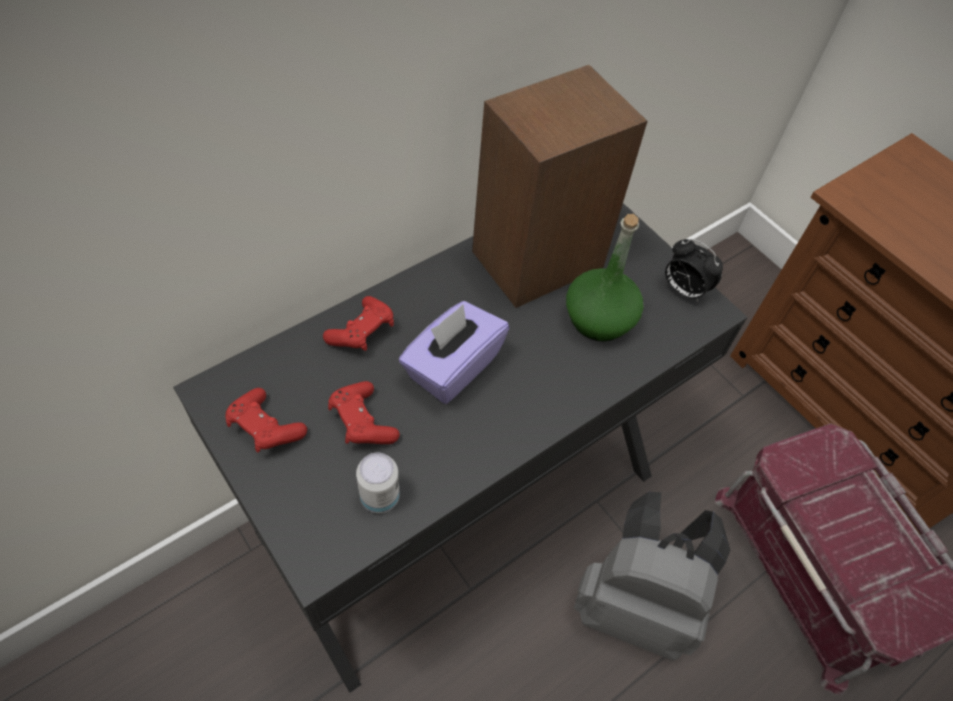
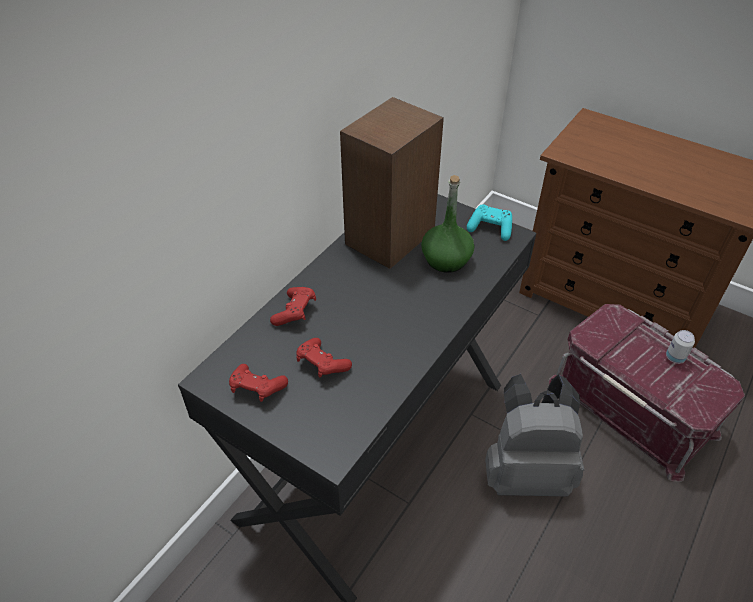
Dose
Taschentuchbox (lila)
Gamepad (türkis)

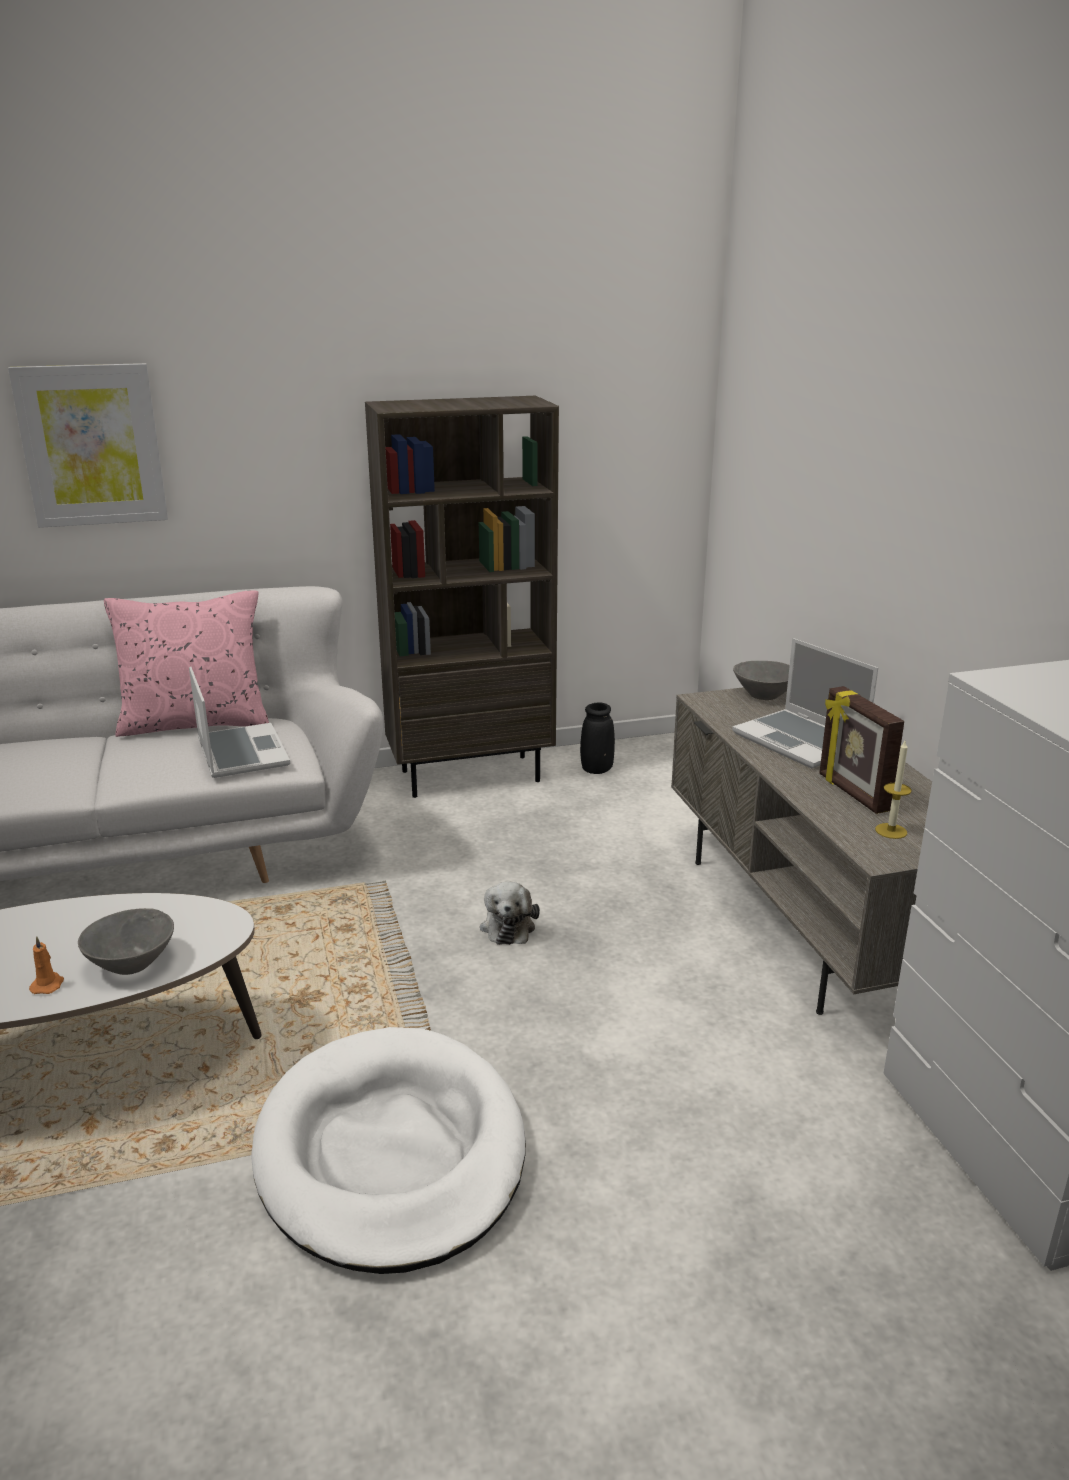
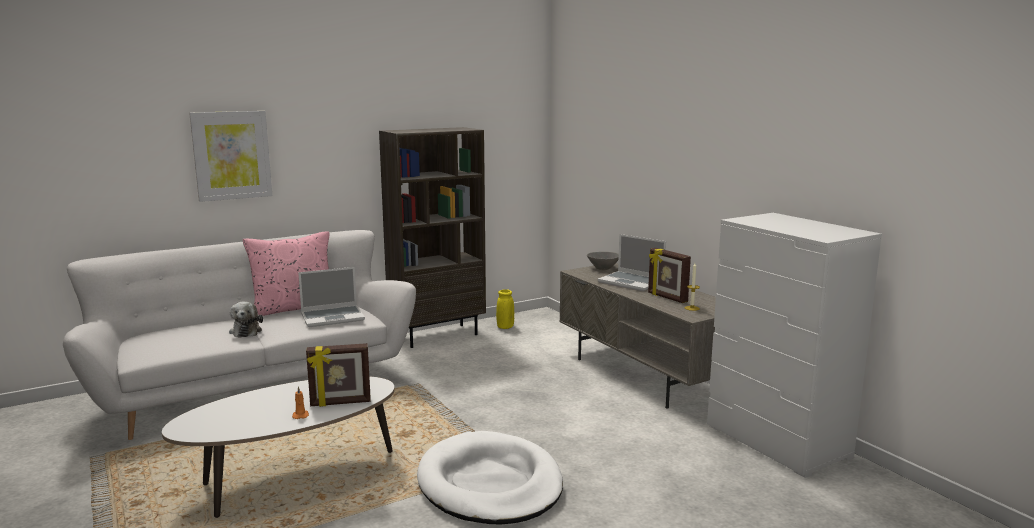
Bilderrahmen (no. 1 from left)
Laptop (no. 1 from left)
Plüschtier
Vase (gelb)

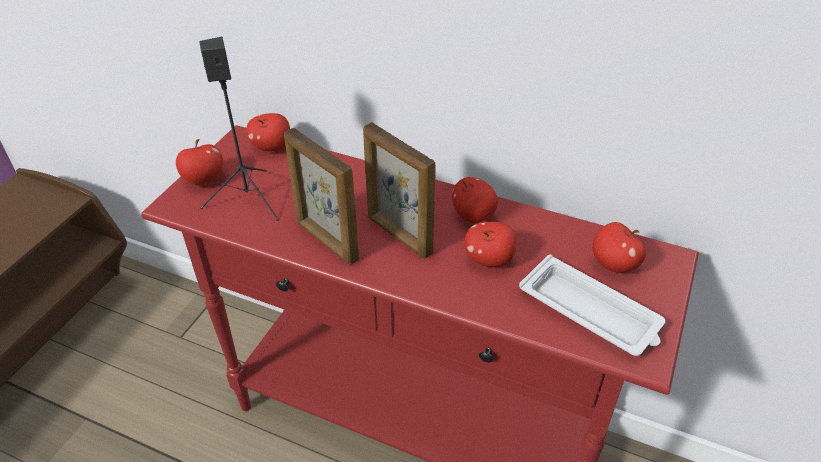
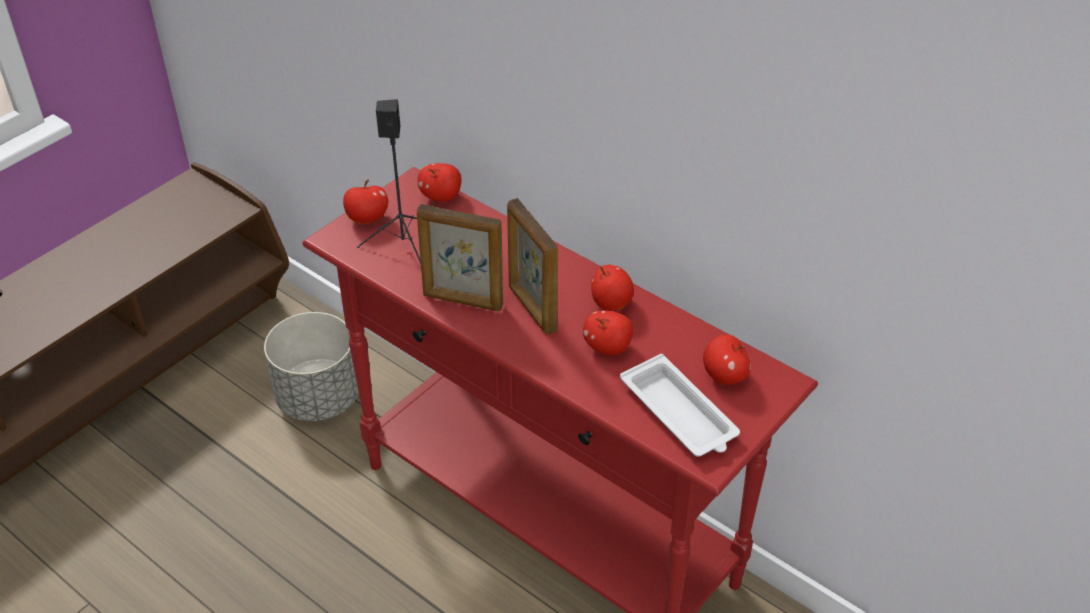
Bilderrahmen (no. 1 from left)
Pflanzkübel (grau)

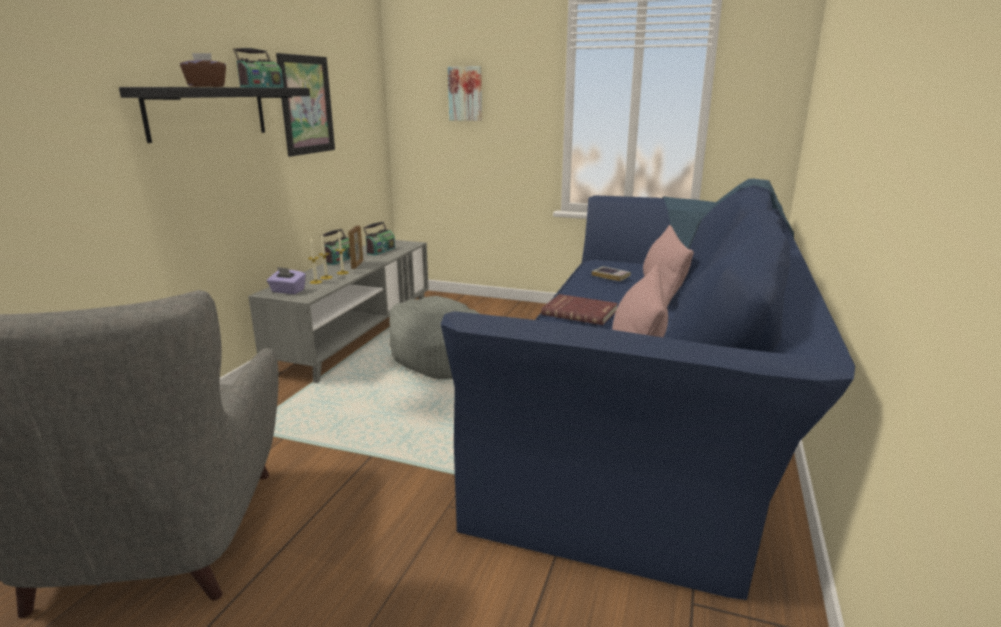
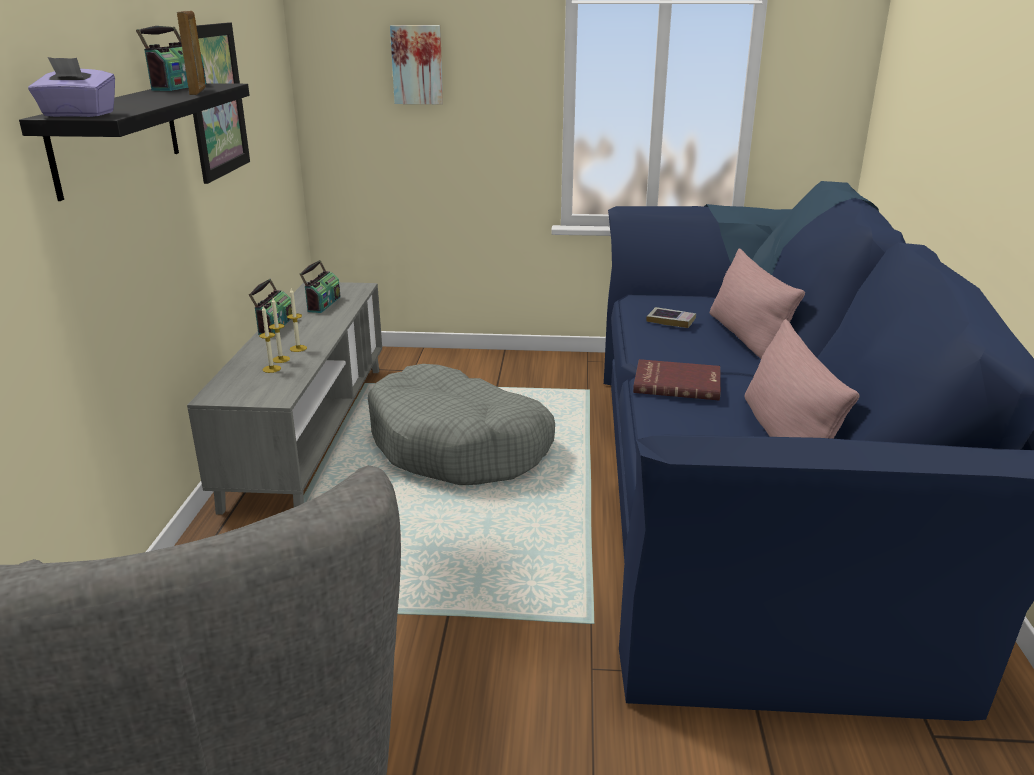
Taschentuchbox (braun)
Taschentuchbox (lila)
Bilderrahmen

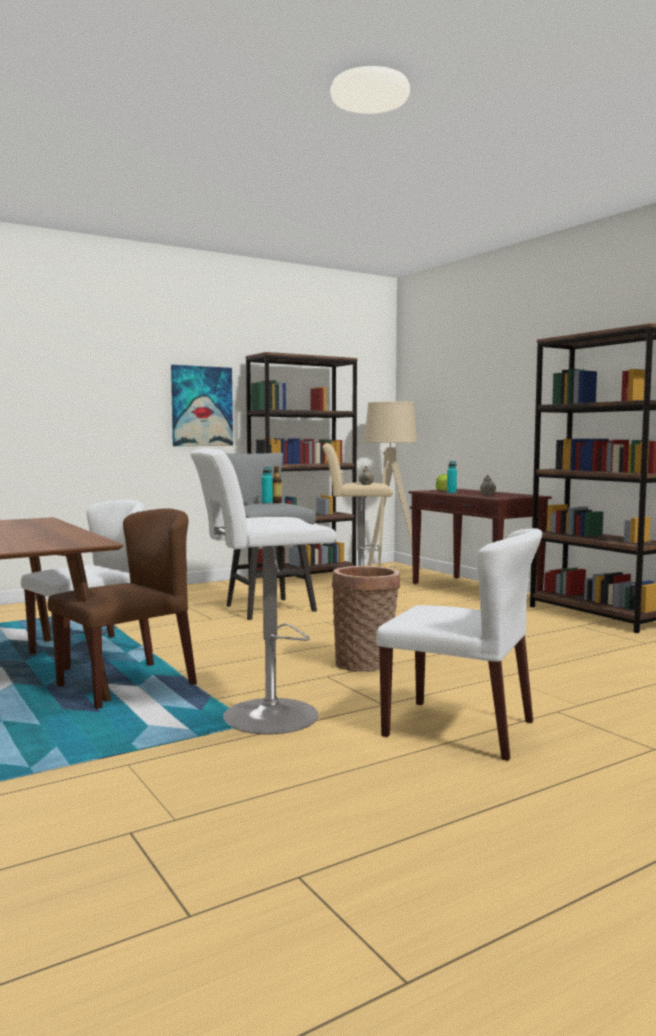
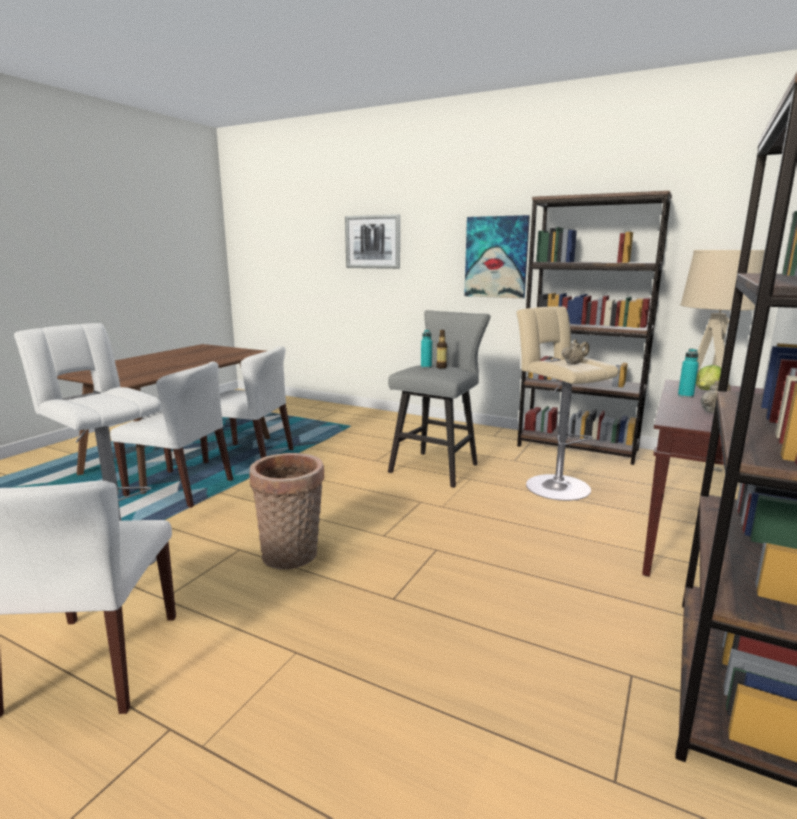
Stuhl (weiß) (no. 2 from left)
Bild (no. 1 from left)

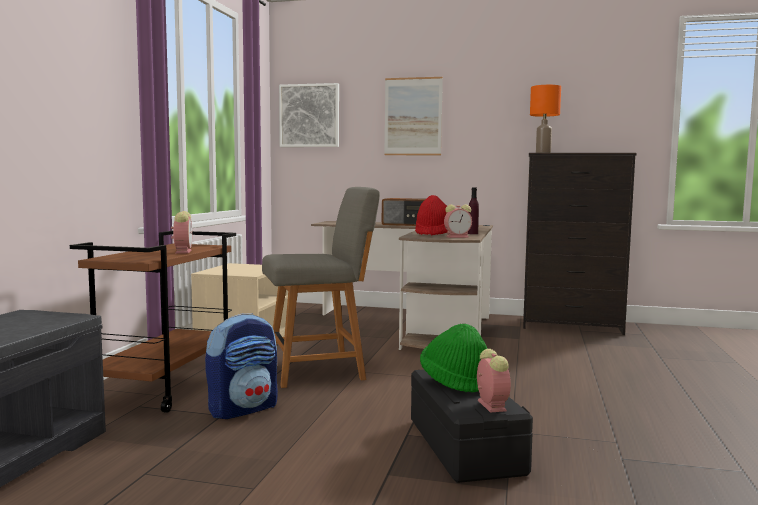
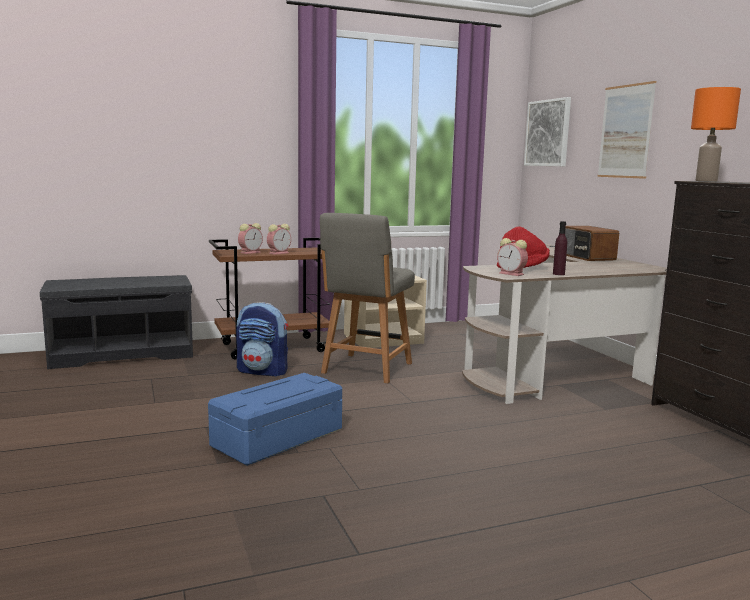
Stuhl (grau)
Aufbewahrungsbox (blau)
Hut (grün)
Wecker (no. 1 from left)

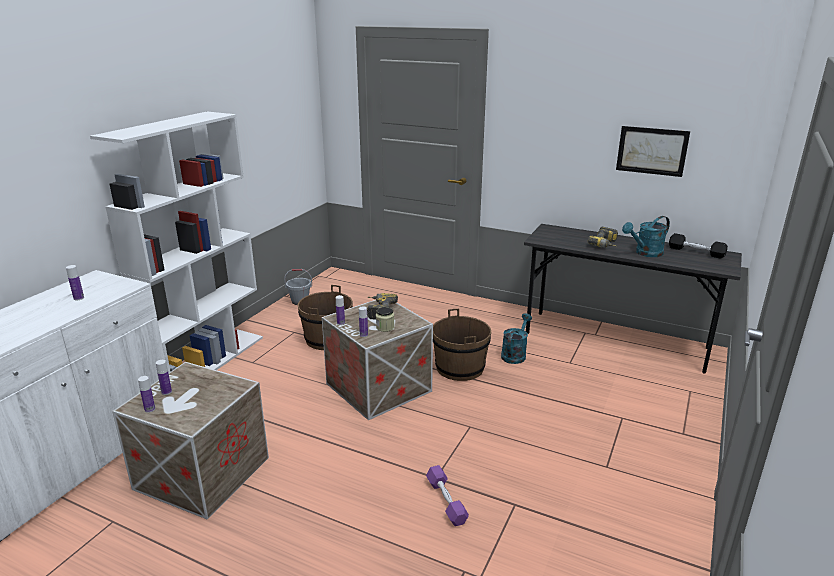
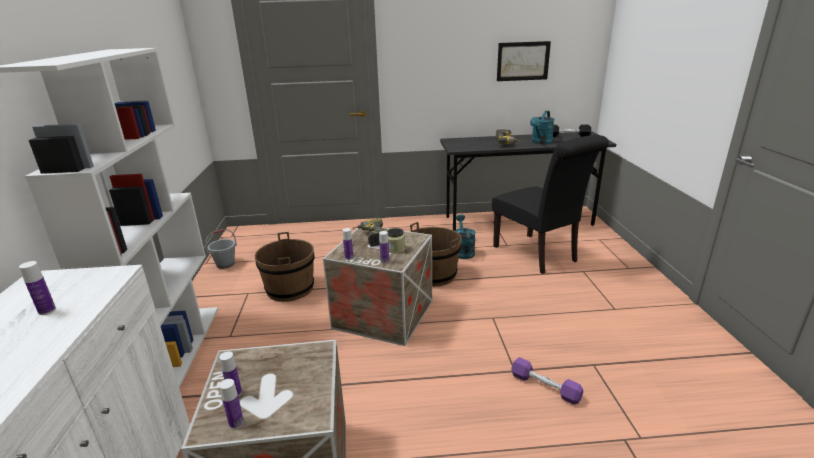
Stuhl (schwarz)

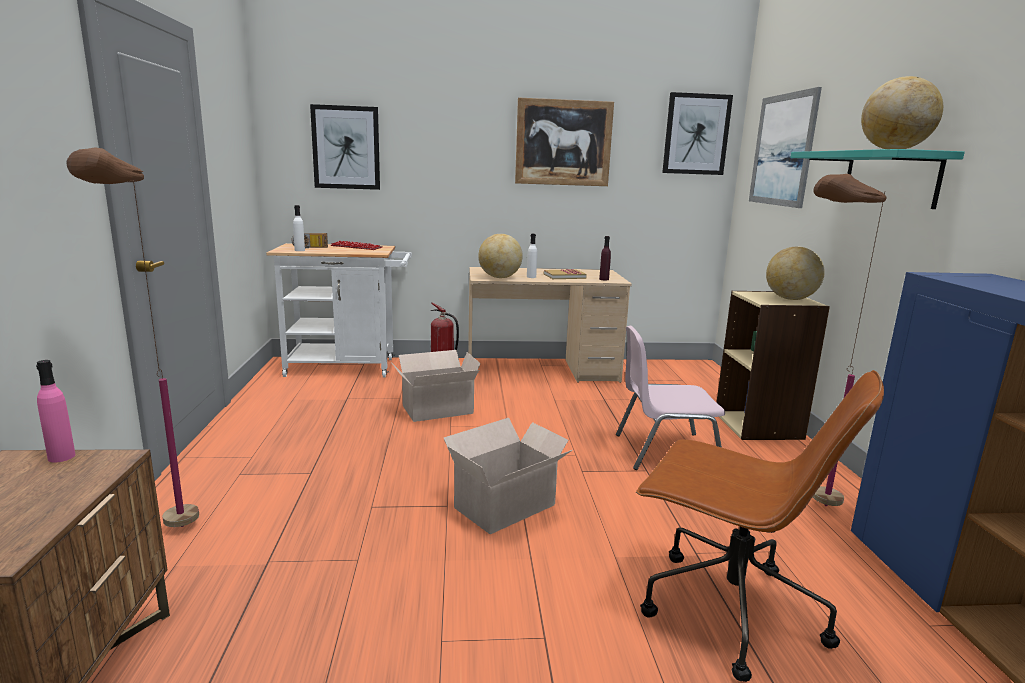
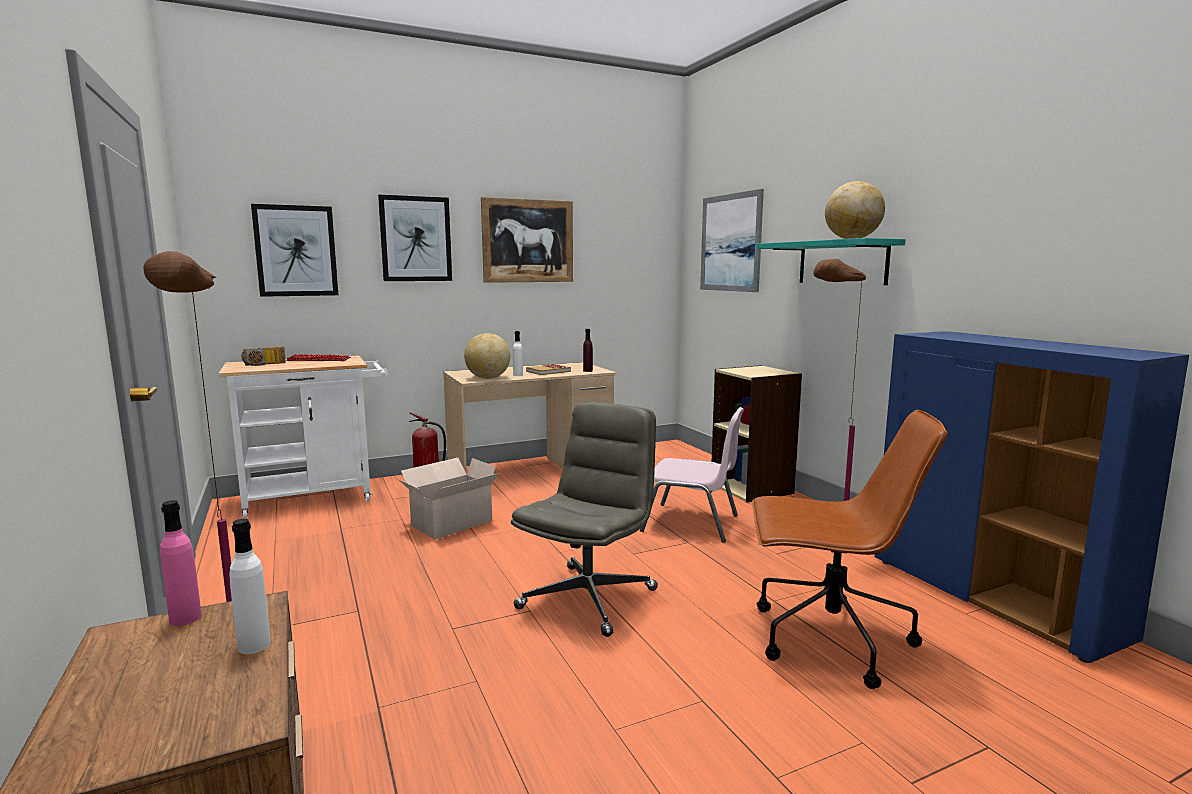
Flasche (weiß) (no. 1 from left)
Bürostuhl (grau)
Stuhl (rosa)
Bild (no. 2 from left)
Globus (no. 2 from left in the first image)

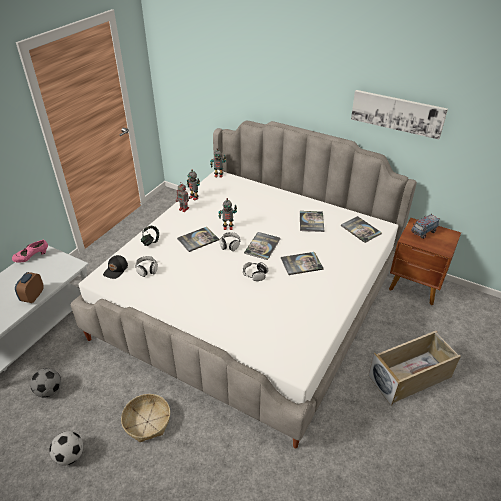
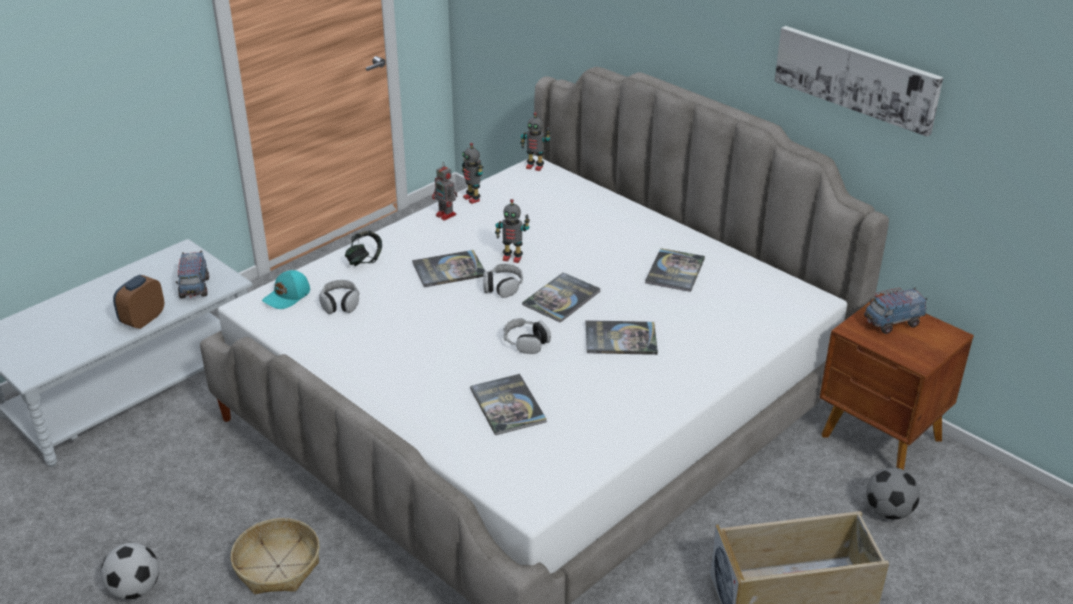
Schuh (rosa)
Fußball (no. 2 from left)
Kappe (türkis)
Buch (no. 2 from left)
Spielzeuglaster (no. 1 from left)

